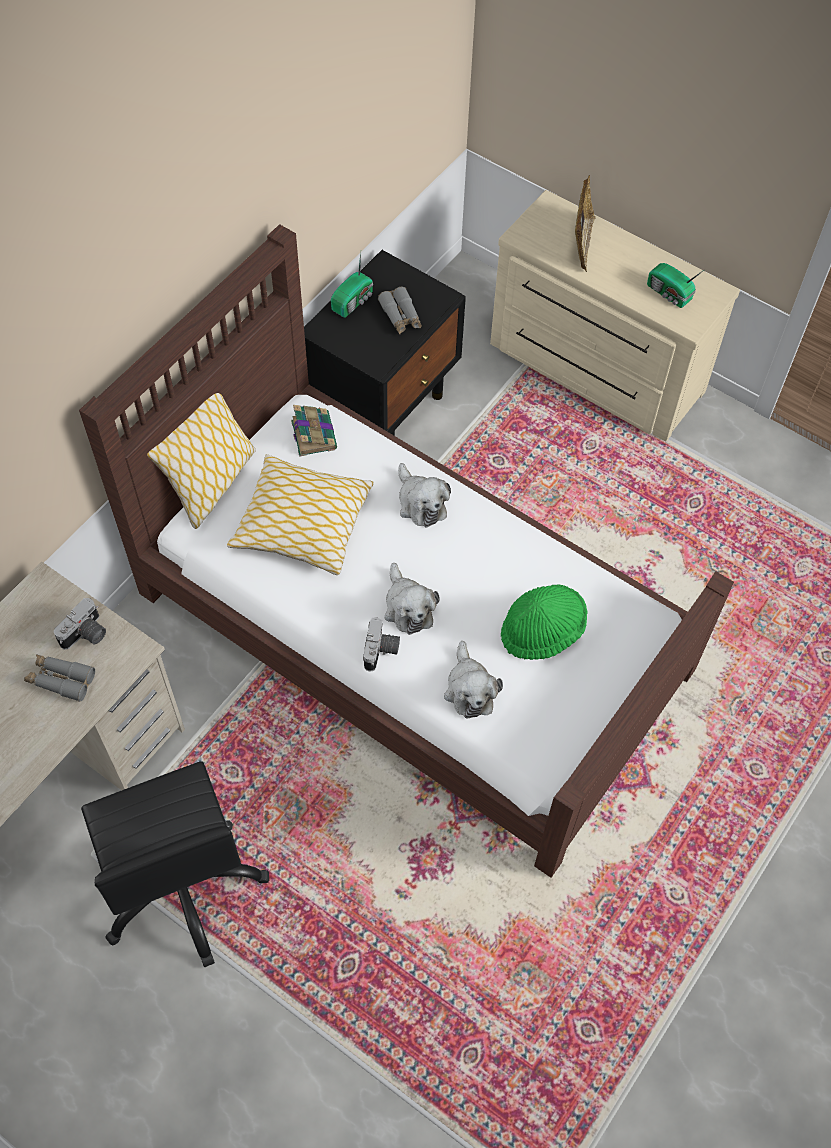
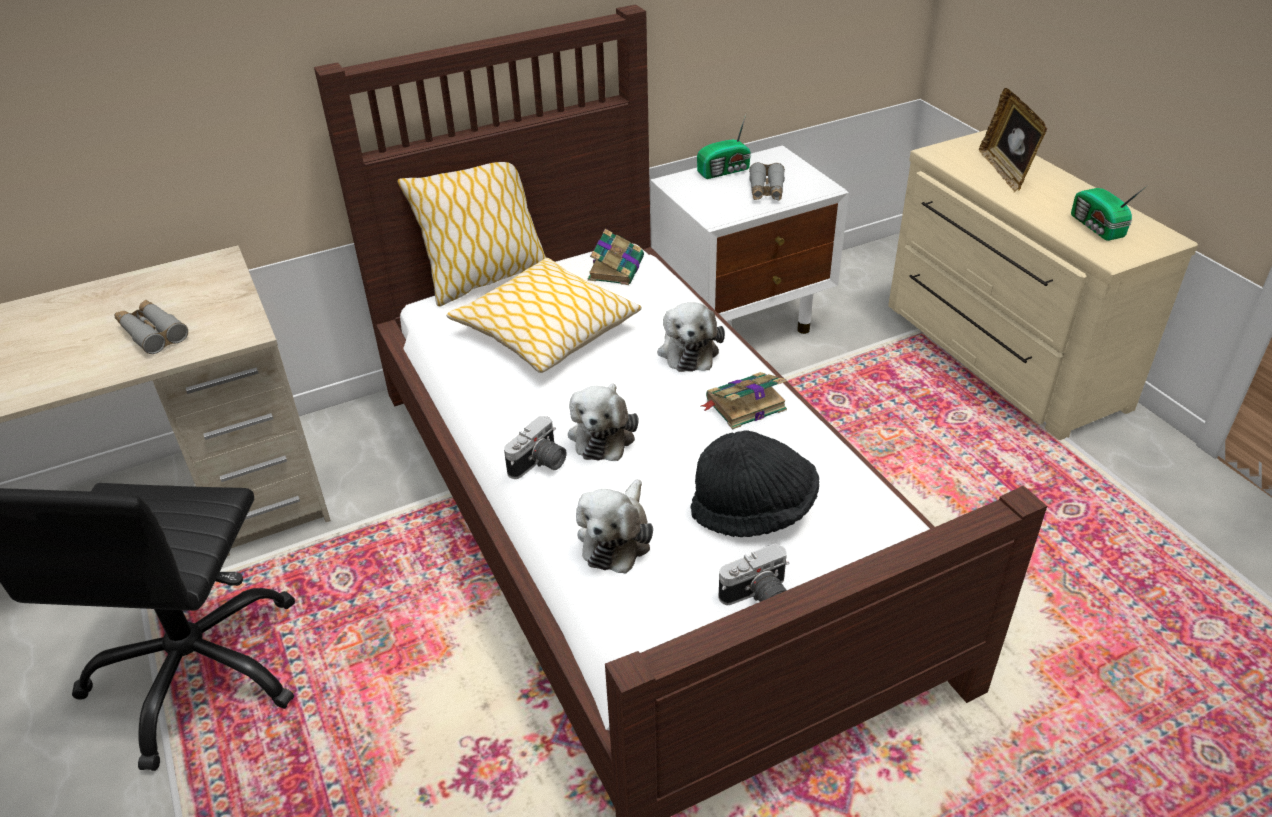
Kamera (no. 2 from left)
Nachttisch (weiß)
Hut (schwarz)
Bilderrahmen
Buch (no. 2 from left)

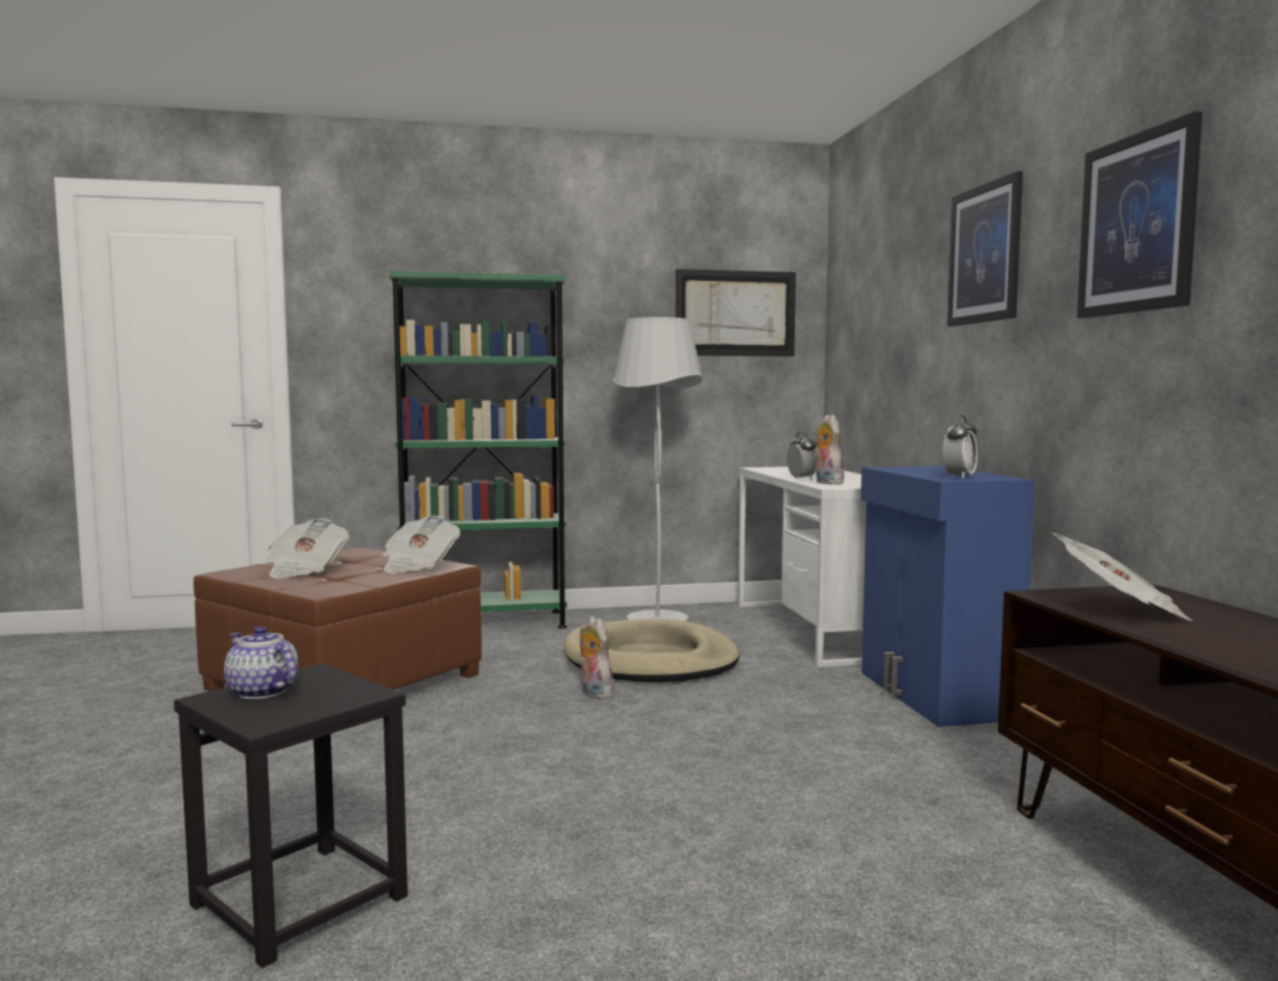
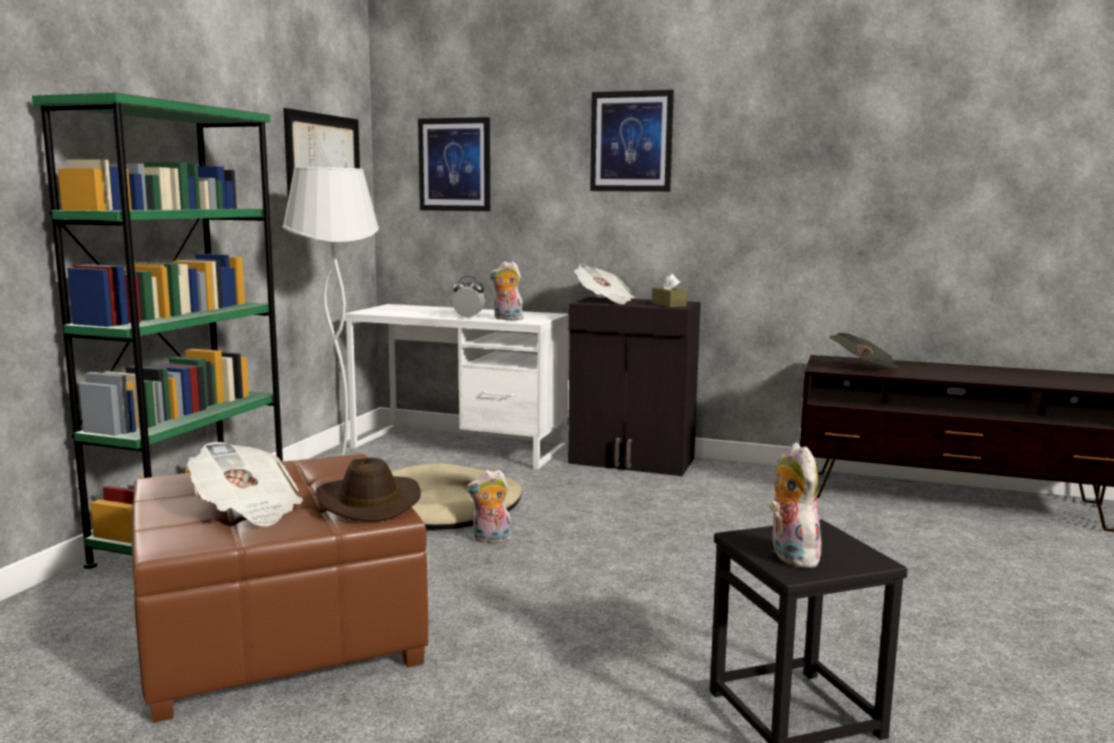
Plüschtier (no. 3 from left)
Zeitung (no. 2 from left)
Schrank (schwarz)
Taschentuchbox (braun)
Bild (no. 2 from left)
Hut (braun)

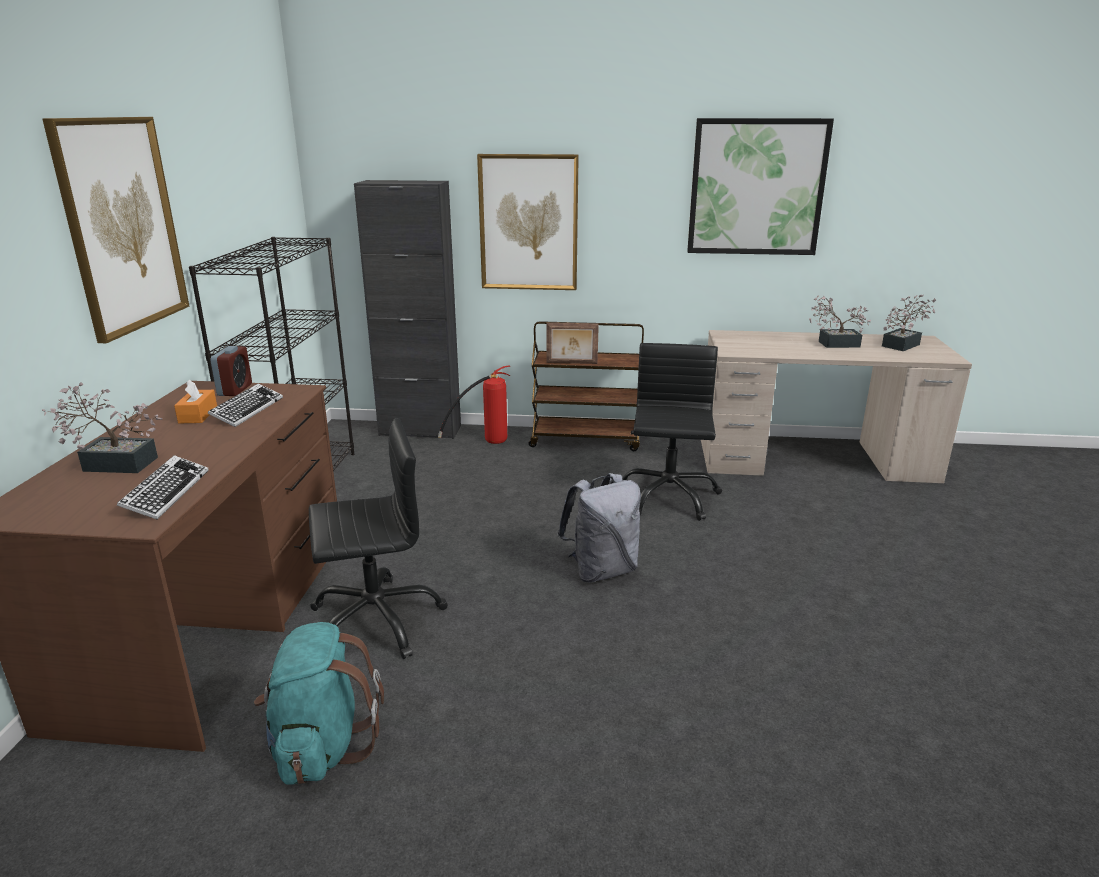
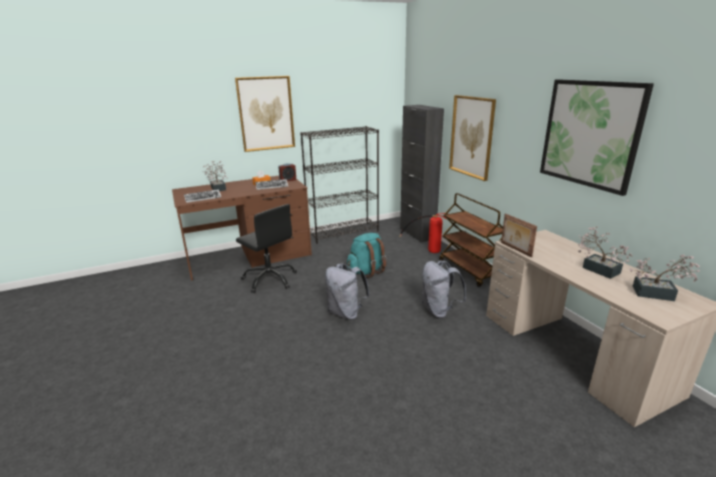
Rucksack (türkis)
Bilderrahmen
Rucksack (grau) (no. 2 from left)

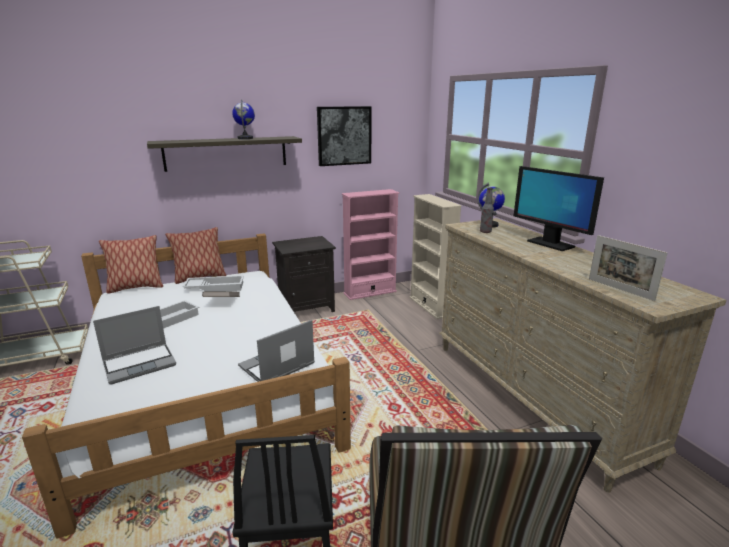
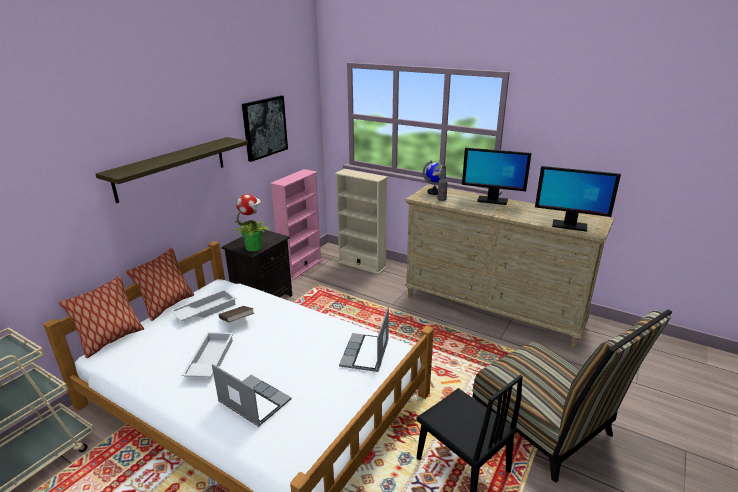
Laptop (no. 1 from left)
Globus (no. 1 from left in the first image)
Monitor (no. 2 from left)
Topfpflanze

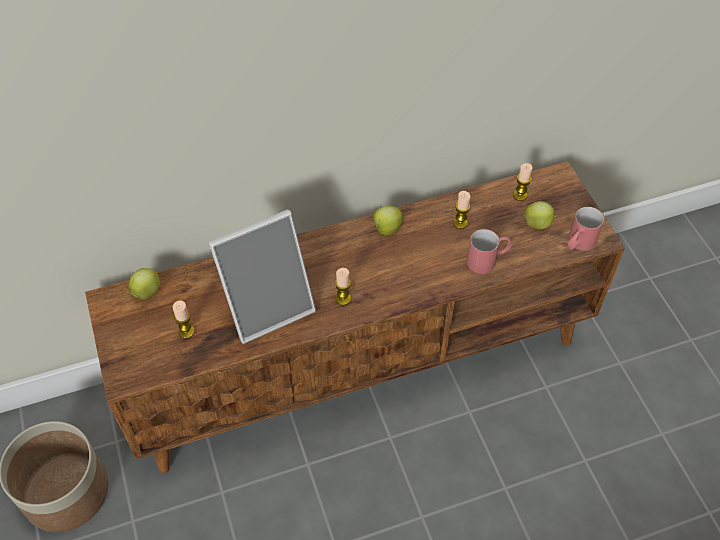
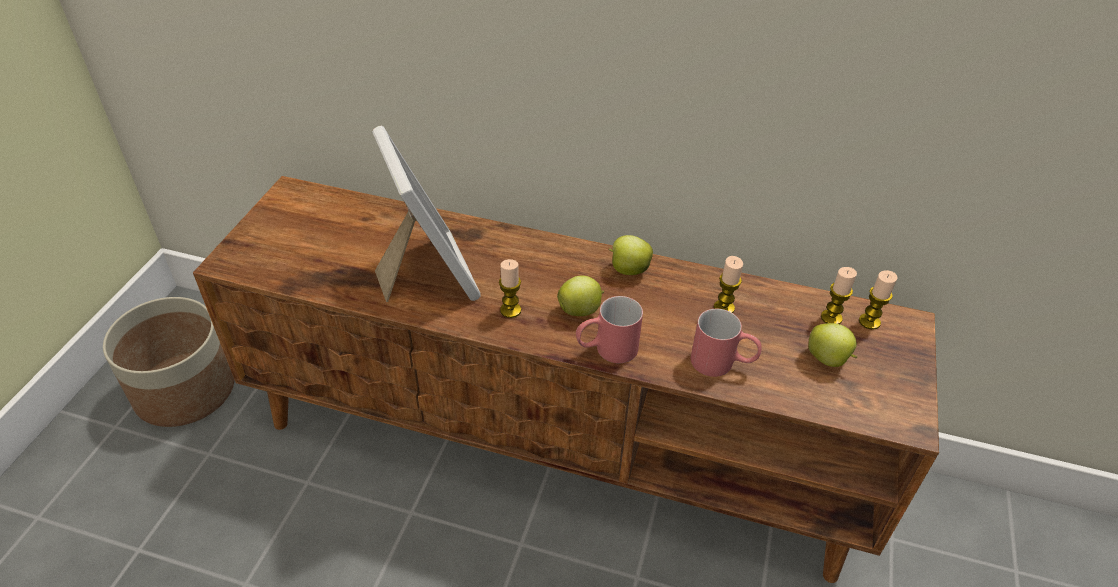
Apfel (no. 1 from left)
Kerze (no. 4 from left)
Bilderrahmen
Henkelbecher (rot) (no. 1 from left)

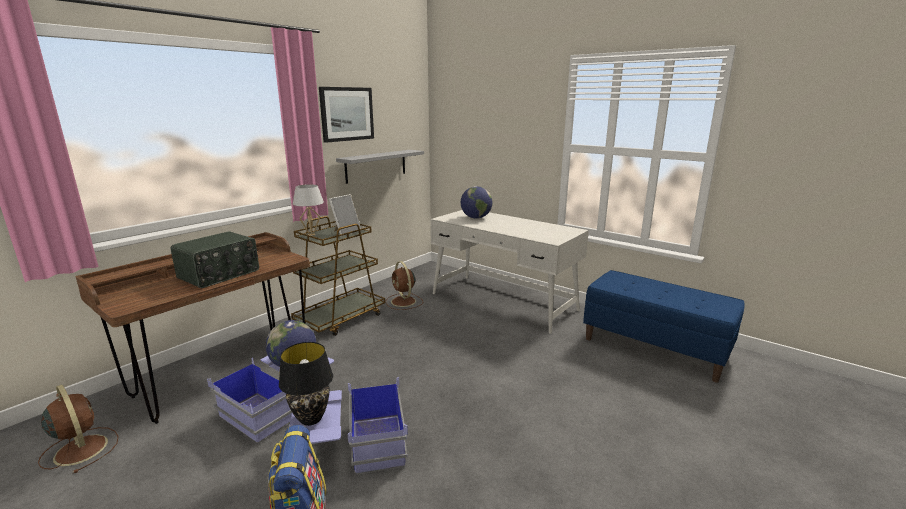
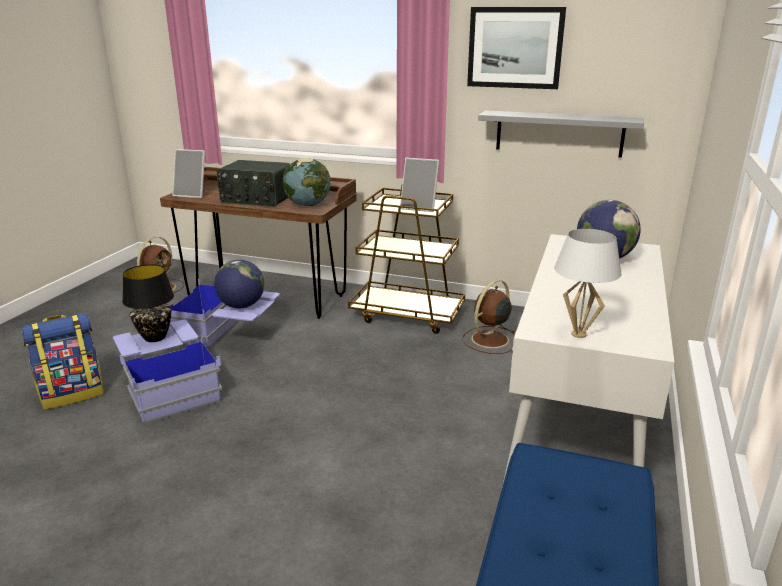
Tischlampe (weiß)
Bilderrahmen (no. 1 from left)
Globus (no. 2 from left)

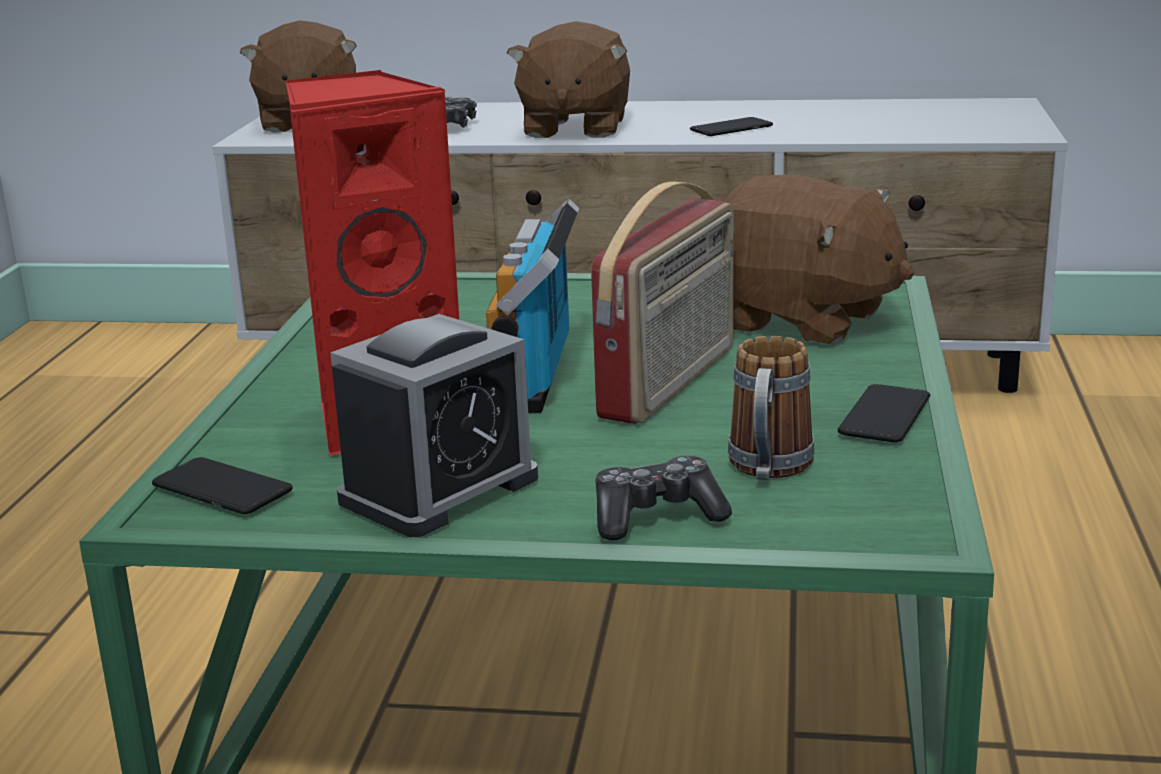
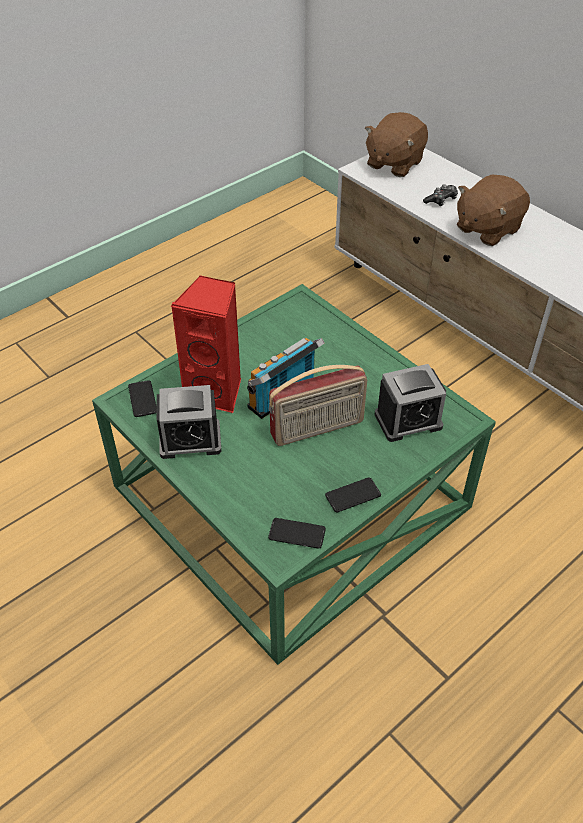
Gamepad (no. 2 from left in the first image)
Handy (no. 2 from left)
Wecker (no. 2 from left)
Henkelbecher

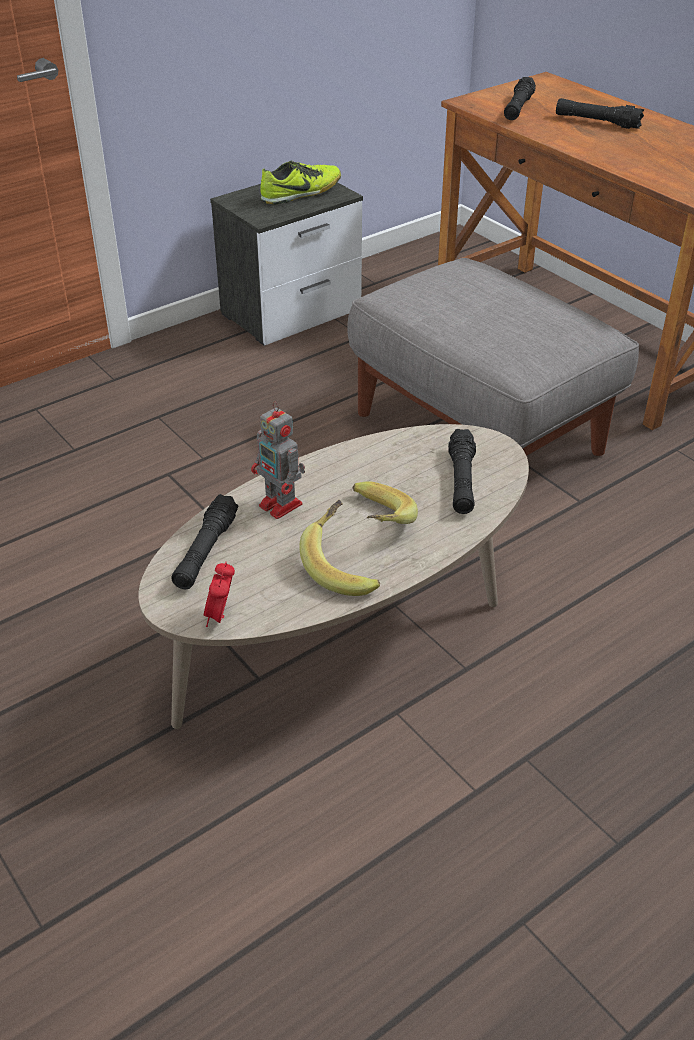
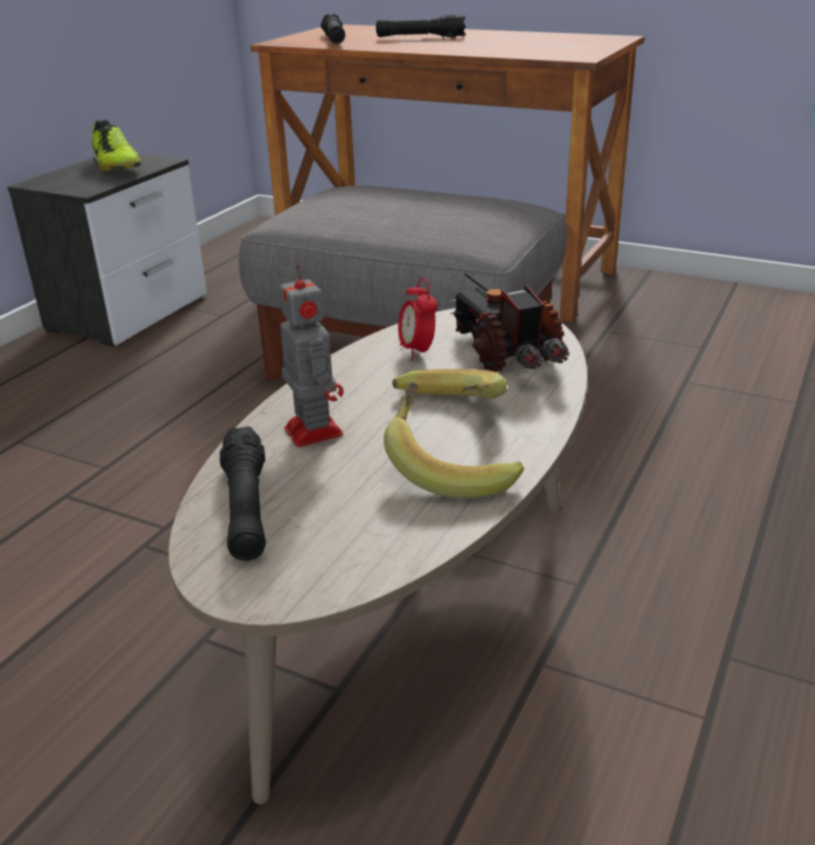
Wecker
Spielzeugroboter
Schuh
Spielzeuglaster

